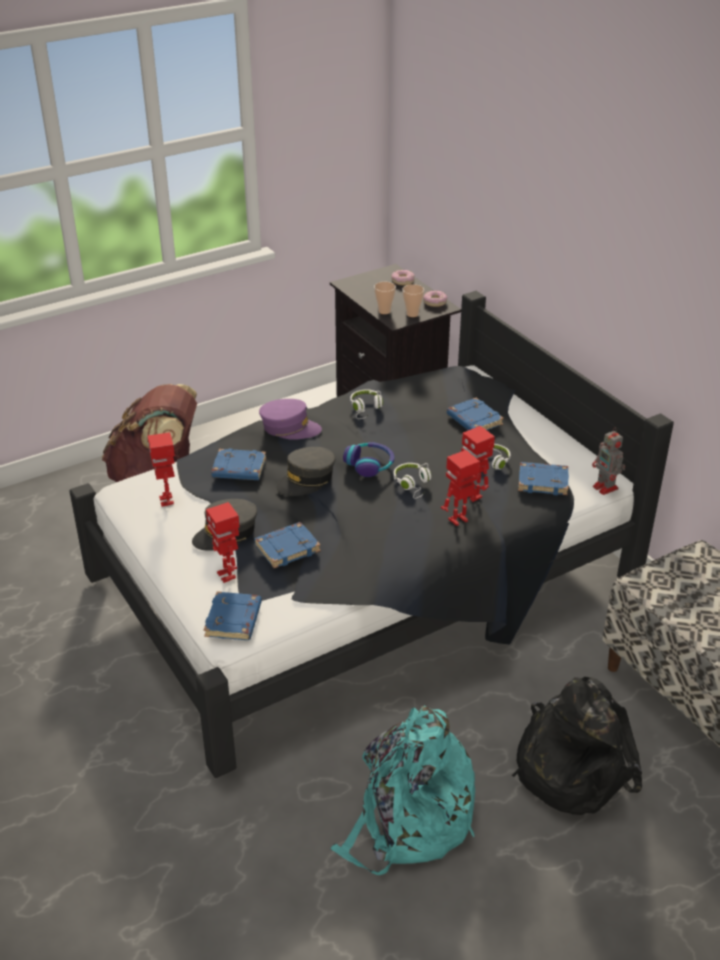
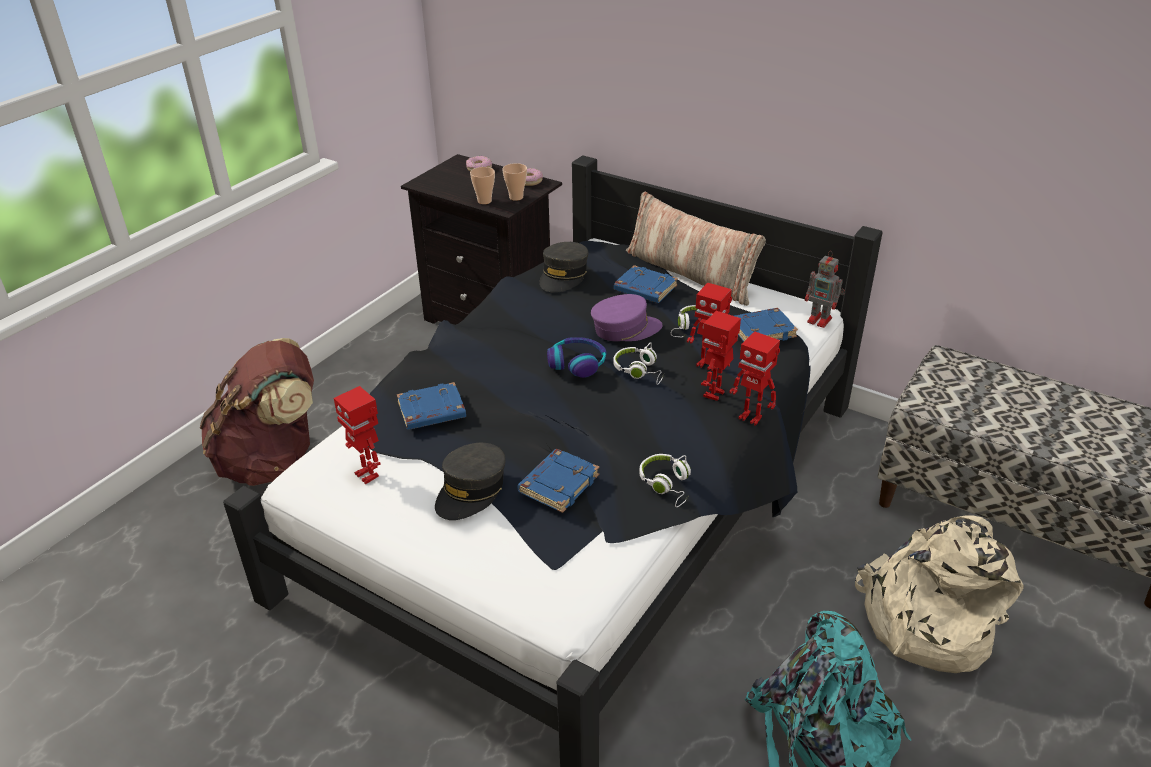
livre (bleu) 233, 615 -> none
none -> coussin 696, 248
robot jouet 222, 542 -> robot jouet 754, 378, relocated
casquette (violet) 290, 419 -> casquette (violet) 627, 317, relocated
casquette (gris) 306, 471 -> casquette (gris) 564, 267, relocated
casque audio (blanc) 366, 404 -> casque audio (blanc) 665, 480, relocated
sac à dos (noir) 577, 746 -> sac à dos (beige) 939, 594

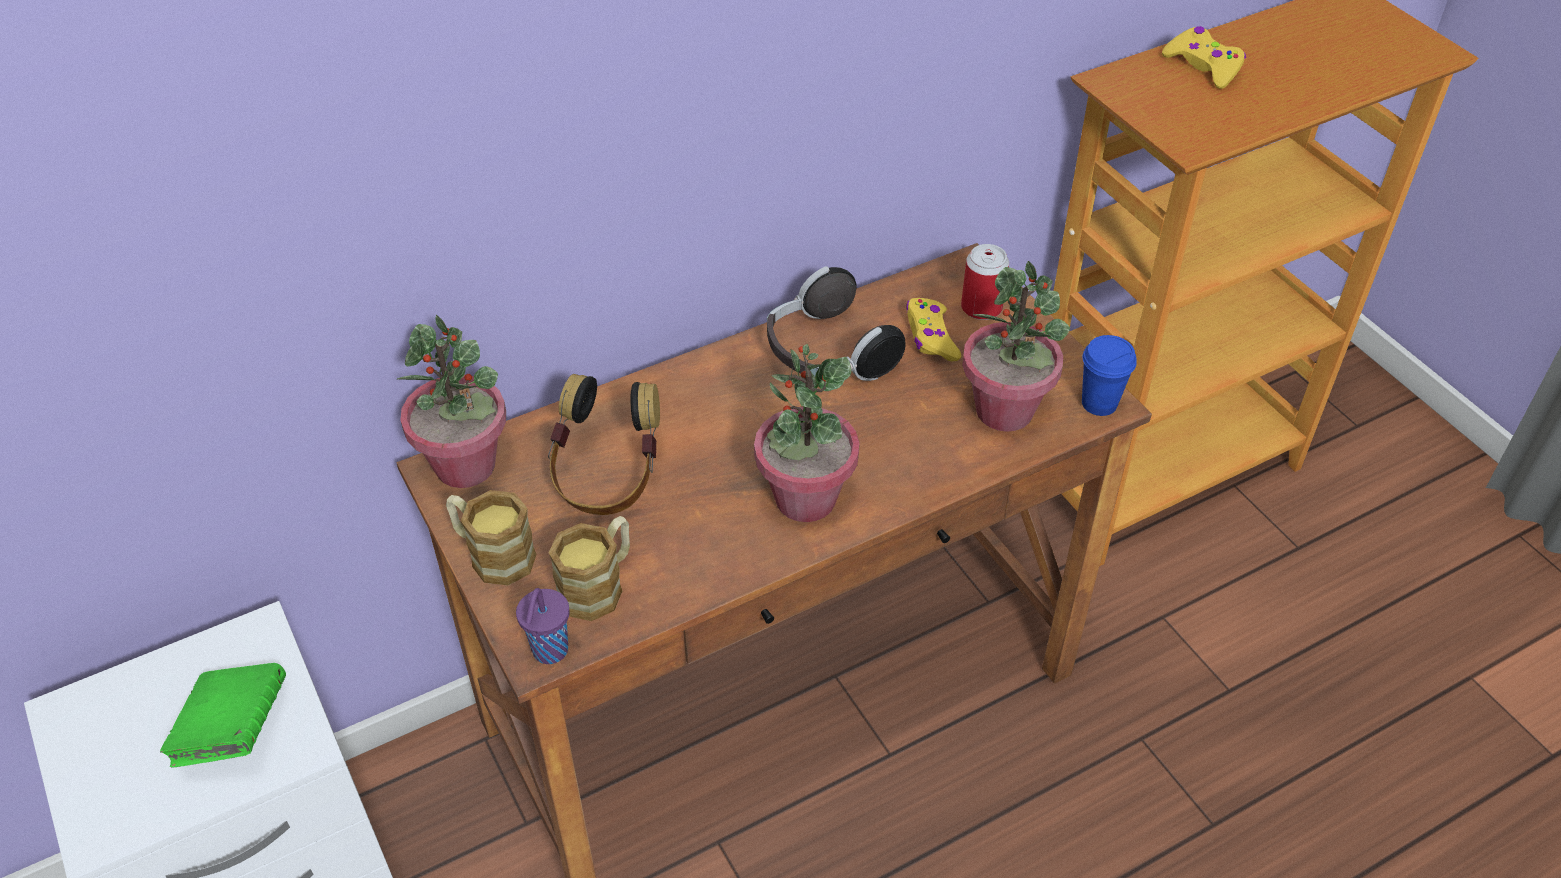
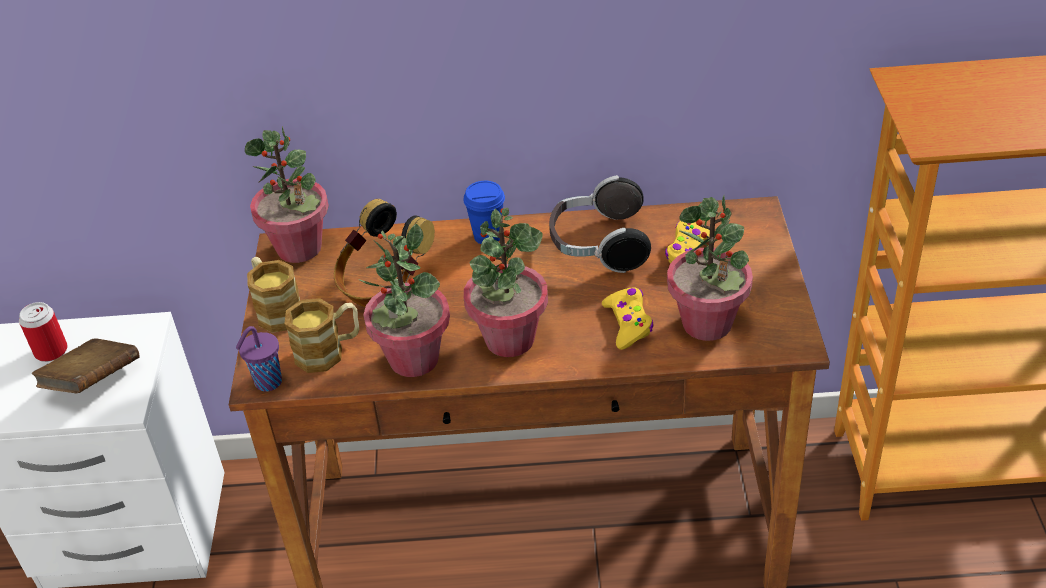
none -> plante en pot 405, 300
boîte métallique 985, 282 -> boîte métallique 43, 332, relocated
tasse (bleu) 1109, 375 -> tasse (bleu) 484, 212, relocated
manette (jaune) 1204, 57 -> manette (jaune) 627, 318, relocated
livre (vert) 223, 715 -> livre (marron) 86, 365

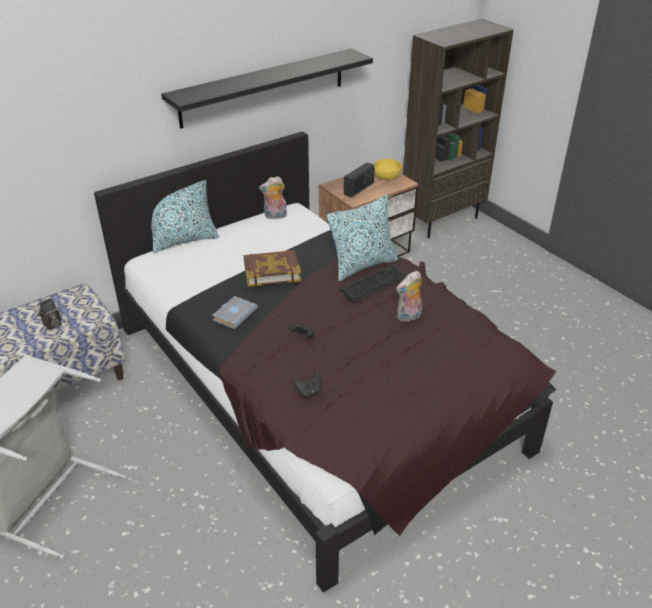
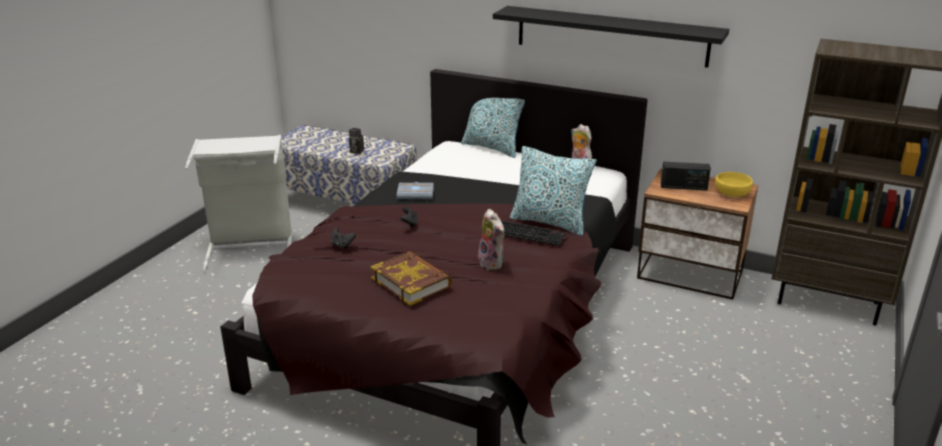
livre 272, 268 -> livre 411, 279, relocated
peluche 409, 296 -> peluche 491, 239, 150 degrees counterclockwise

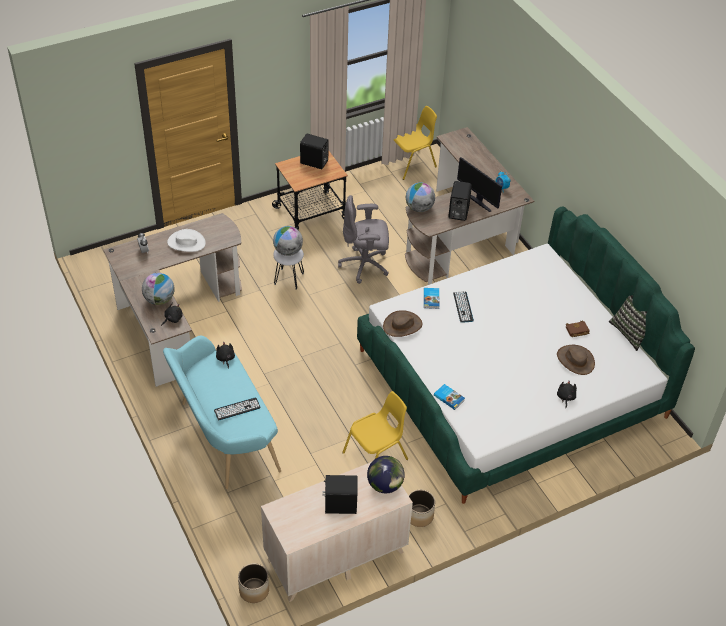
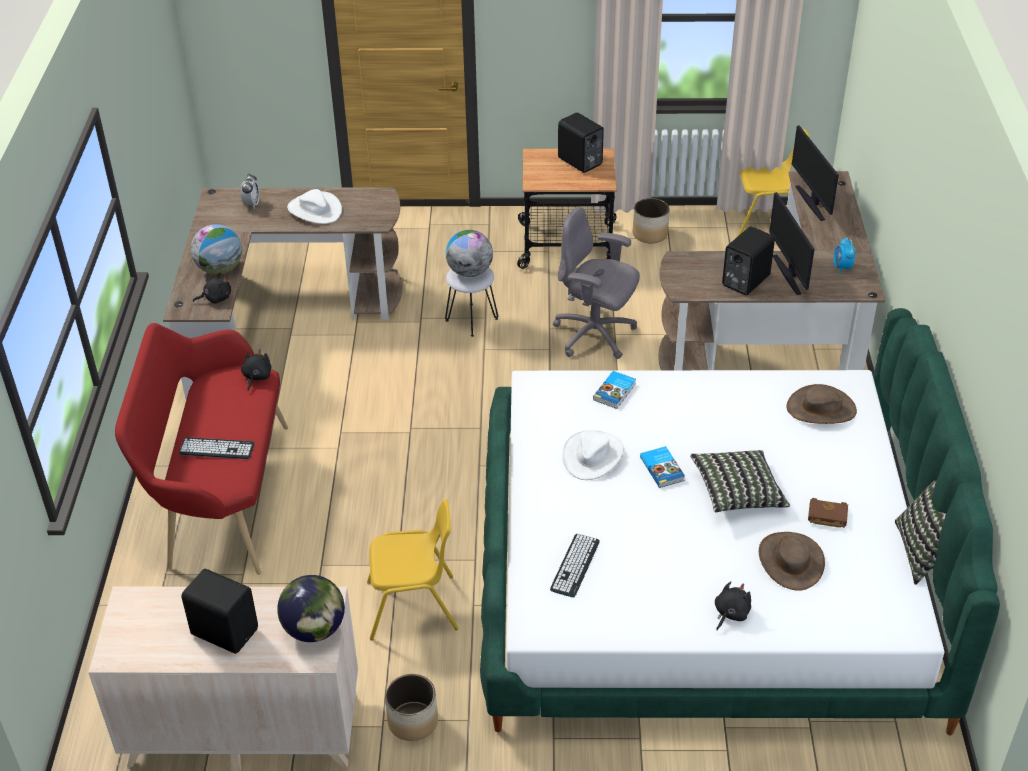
globe 420, 197 -> none
none -> chapeau (blanc) 593, 455
none -> coussin 740, 481
none -> écran d'ordinateur 815, 173
cache-pot 253, 583 -> cache-pot 651, 220, relocated
chapeau (marron) 402, 323 -> chapeau (marron) 821, 404, relocated
livre 449, 397 -> livre 662, 467, relocated
clavier 463, 307 -> clavier 575, 565, relocated
banc (turquoise) 222, 412 -> banc (rouge) 201, 449

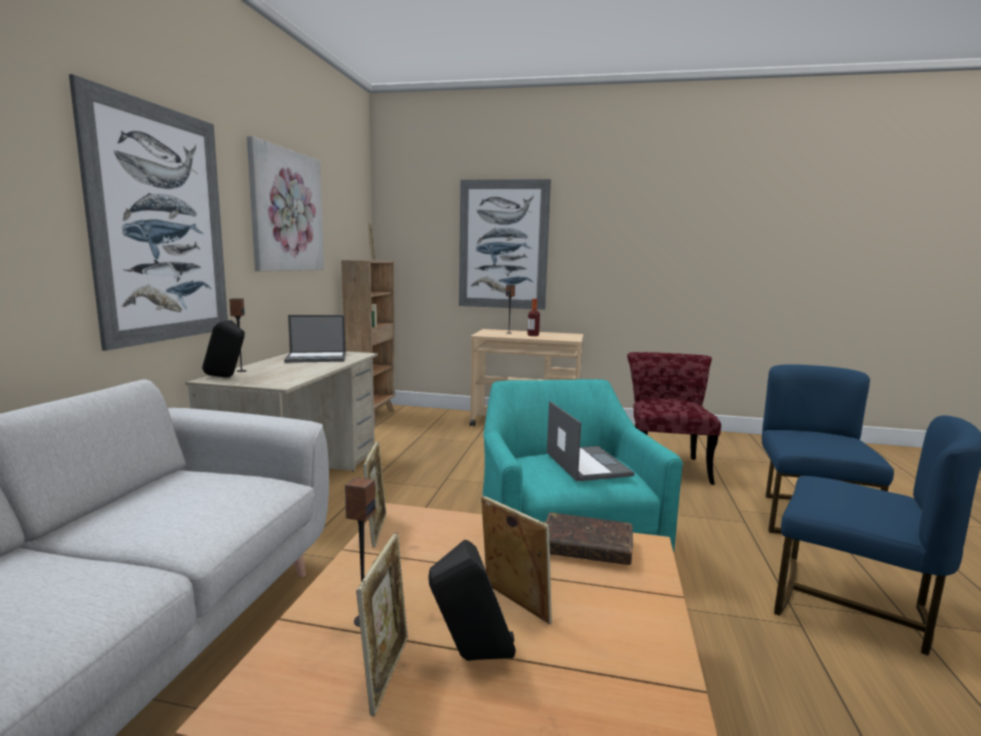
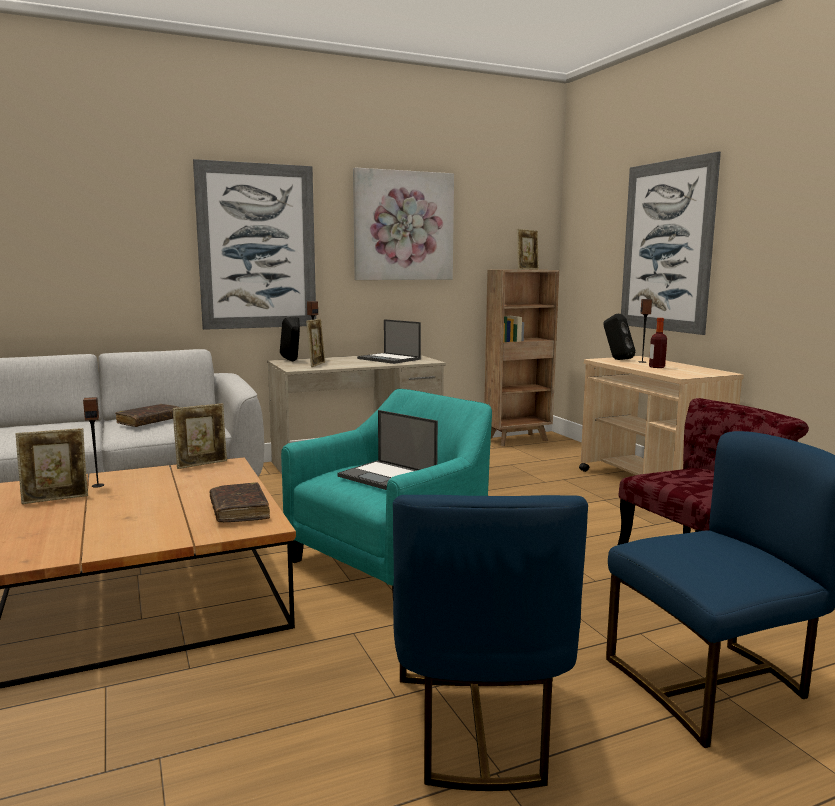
none -> livre (marron) 147, 415
enceinte (noir) 472, 600 -> enceinte (noir) 620, 337, relocated
cadre photo 516, 560 -> cadre photo 315, 343, relocated
ordinateur portable 590, 441 -> ordinateur portable 388, 450, 90 degrees clockwise

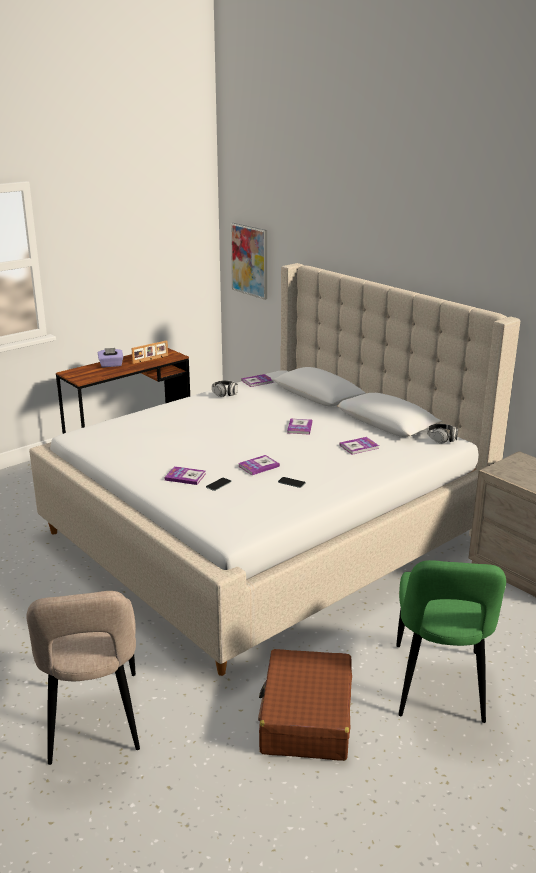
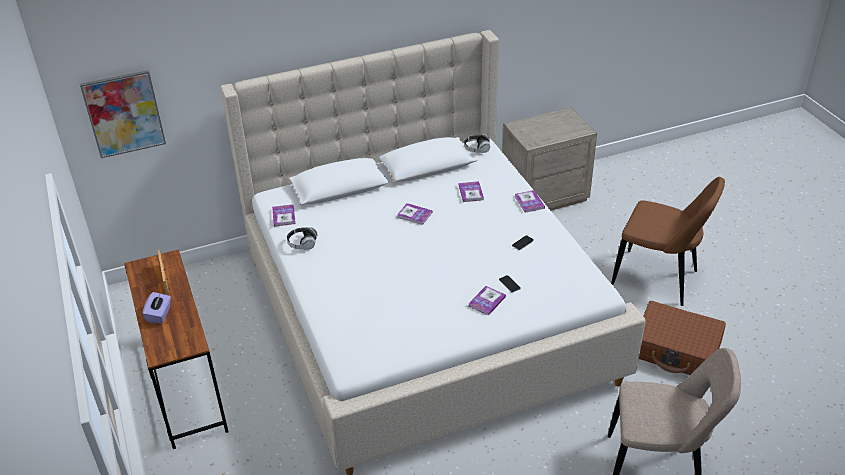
livre 259, 465 -> livre 530, 201, relocated
chaise (vert) 451, 641 -> chaise (marron) 668, 241

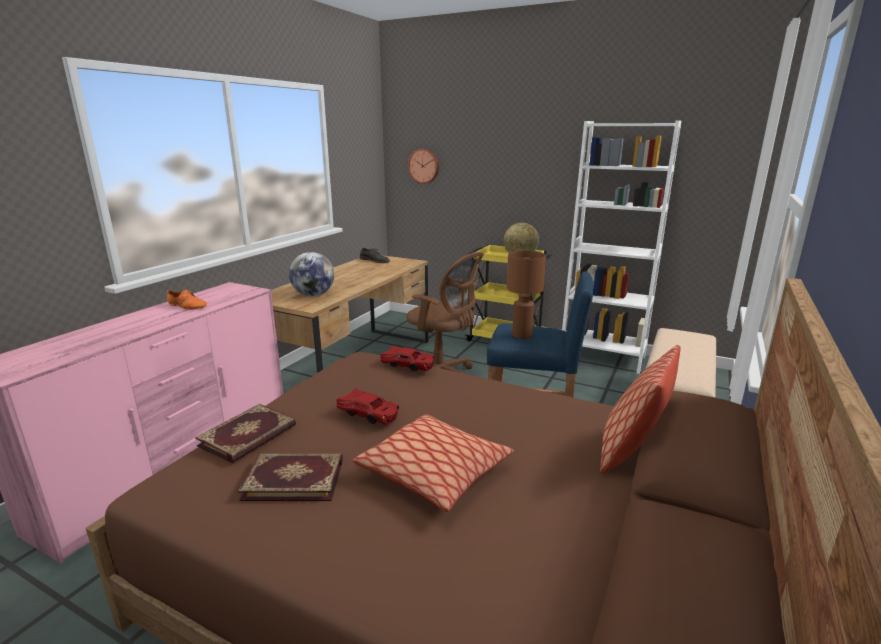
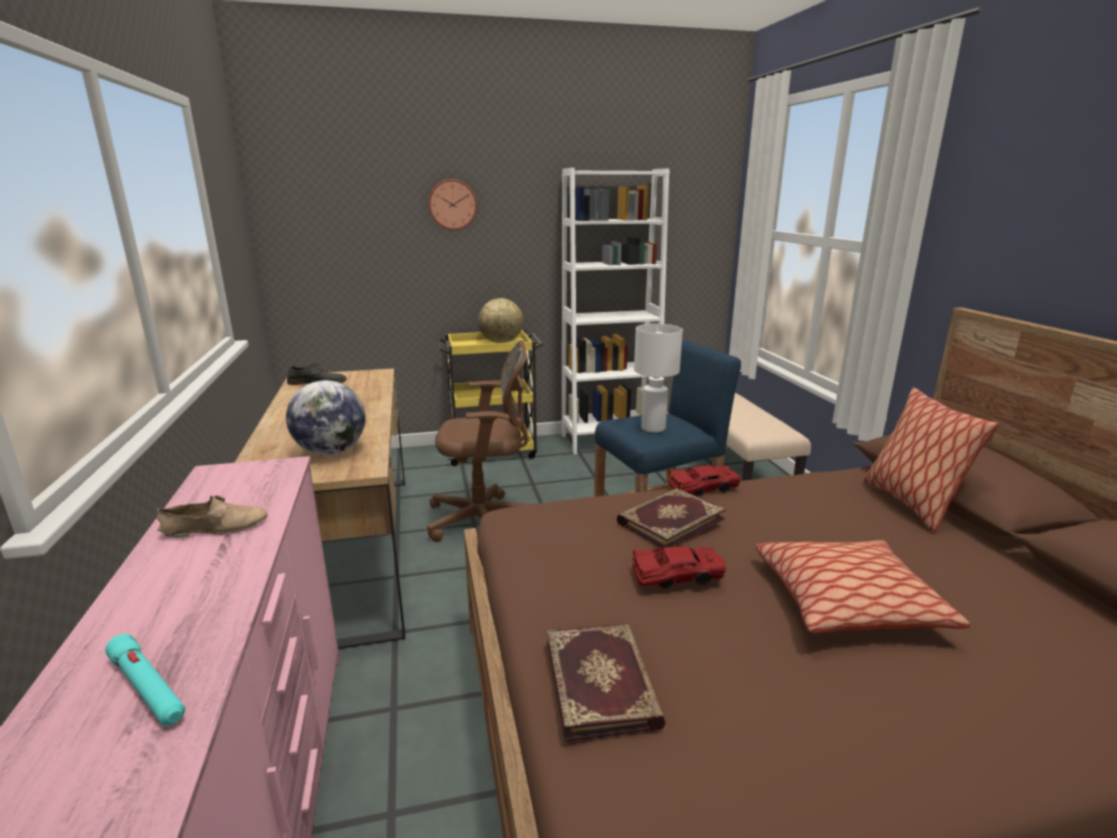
none -> lampe de poche (turquoise) 145, 680
livre 290, 477 -> livre 671, 518, relocated
petite voiture (rouge) 407, 359 -> petite voiture (rouge) 704, 480, relocated
horloge murale 423, 166 -> horloge murale 452, 204, relocated
chaussure (orange) 187, 300 -> chaussure (beige) 212, 516
lampe de table (marron) 526, 294 -> lampe de table (blanc) 658, 378

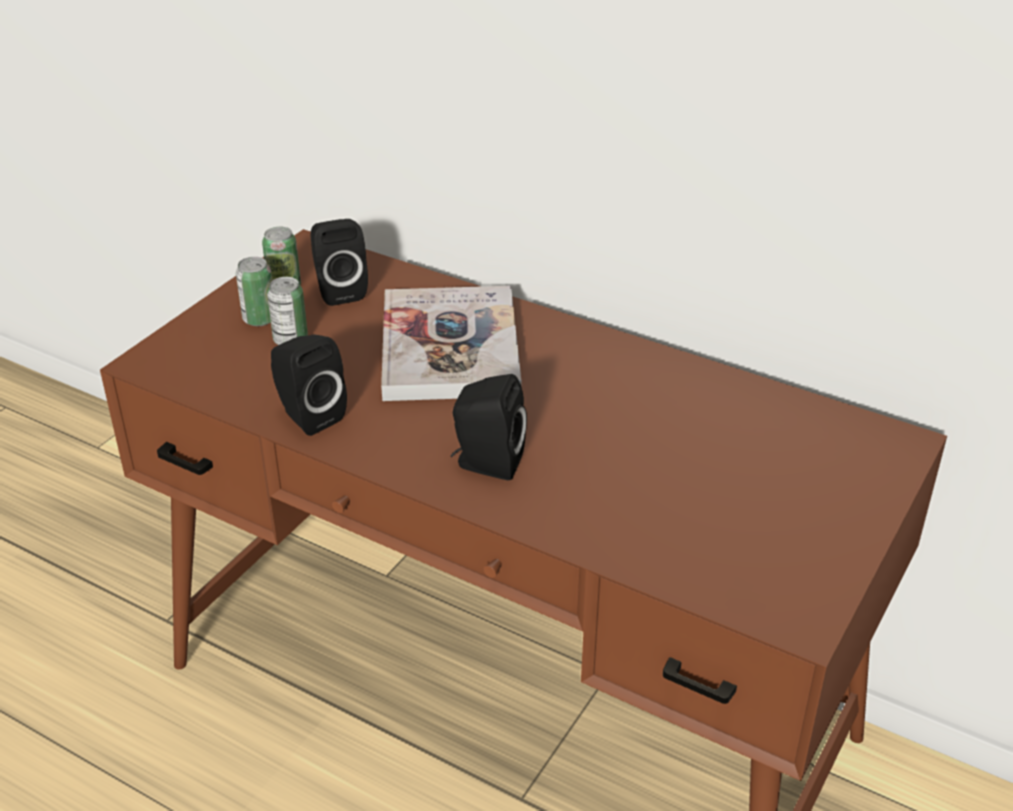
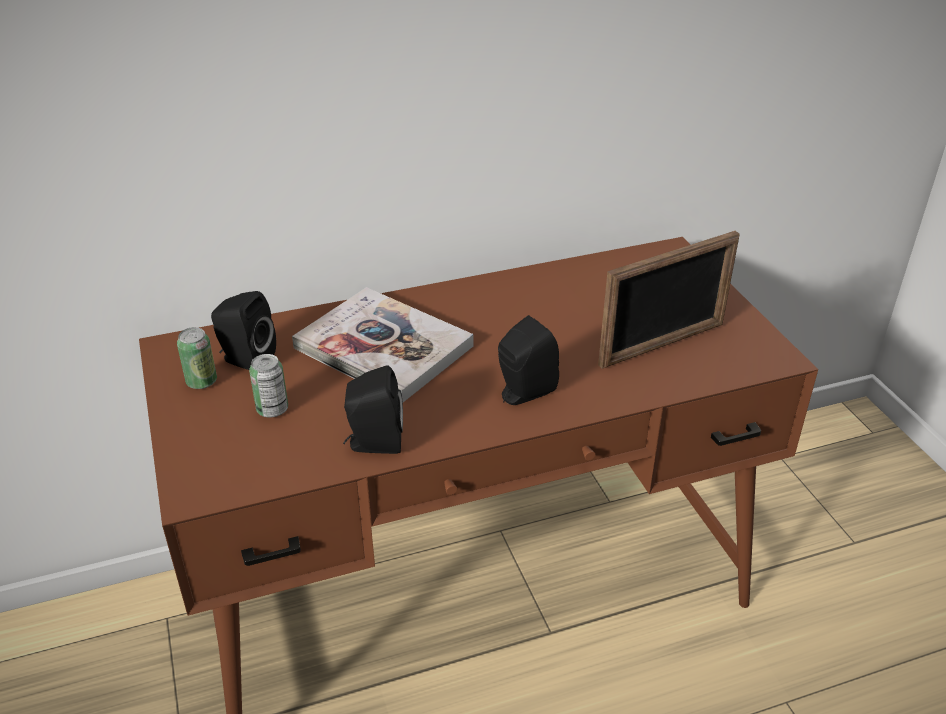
boîte métallique 254, 291 -> none
none -> cadre photo 669, 300

